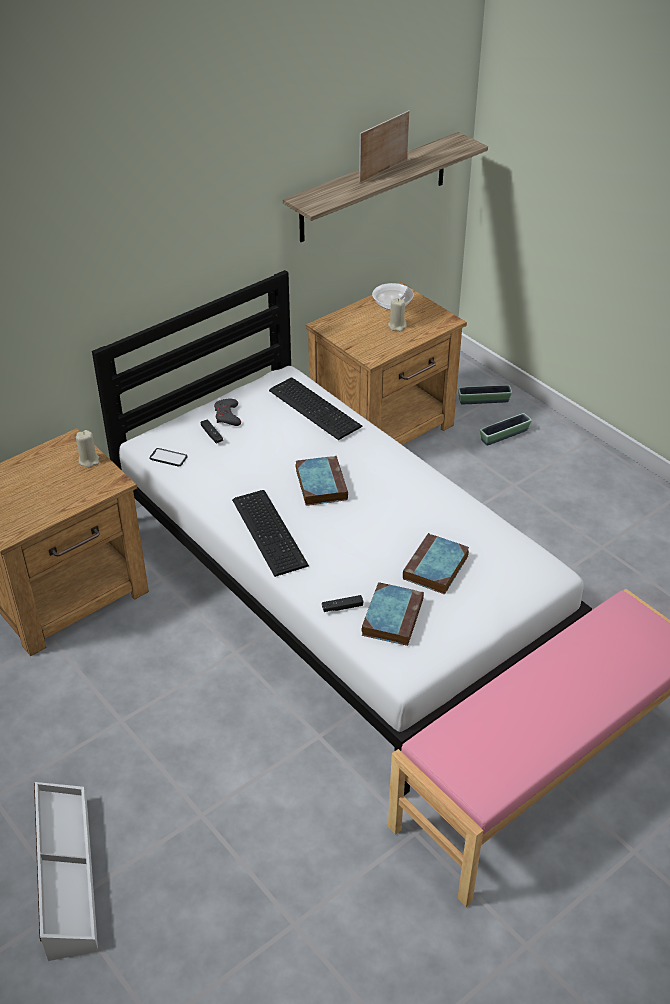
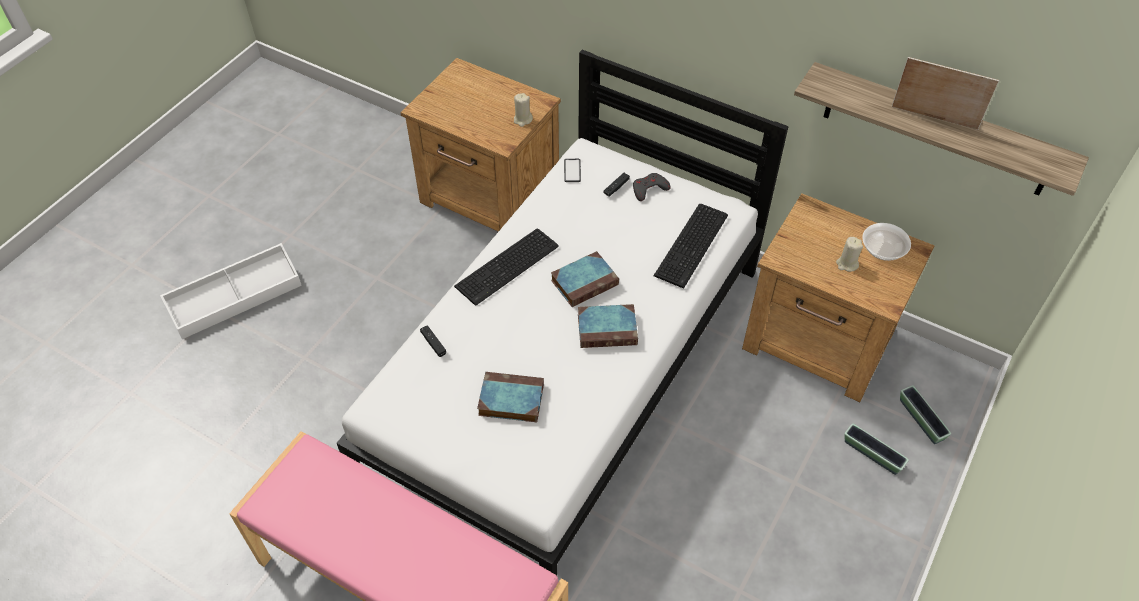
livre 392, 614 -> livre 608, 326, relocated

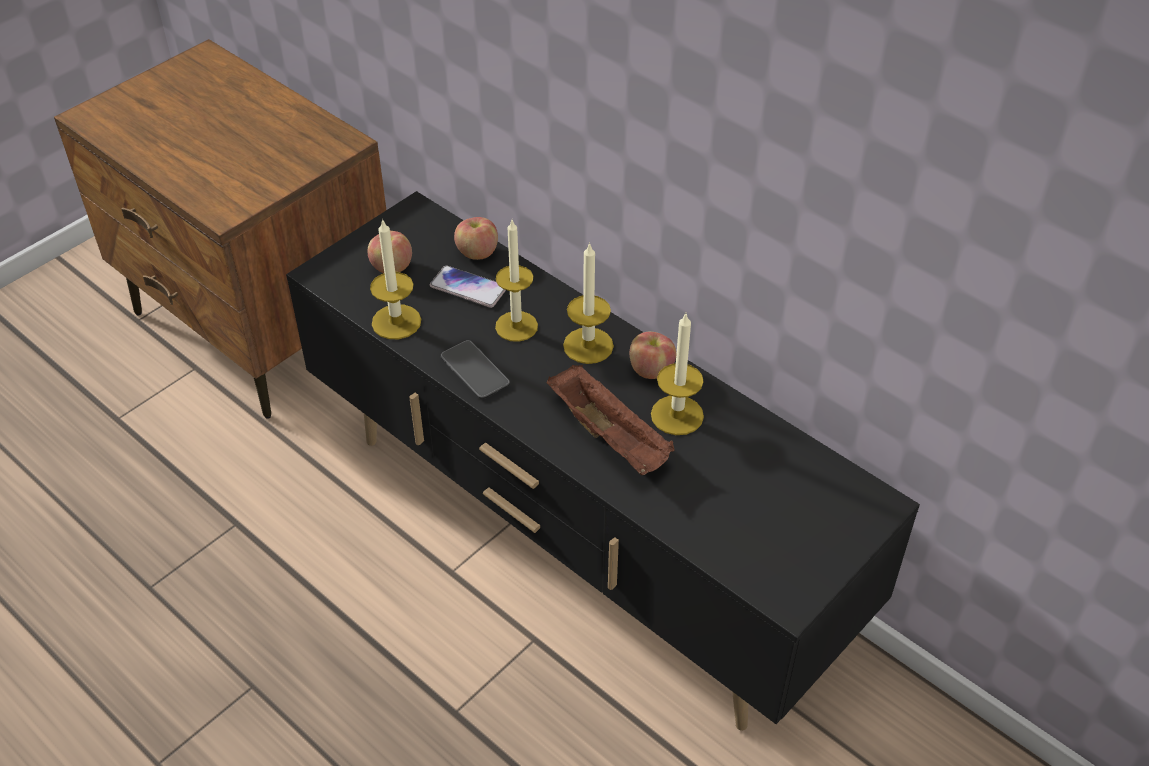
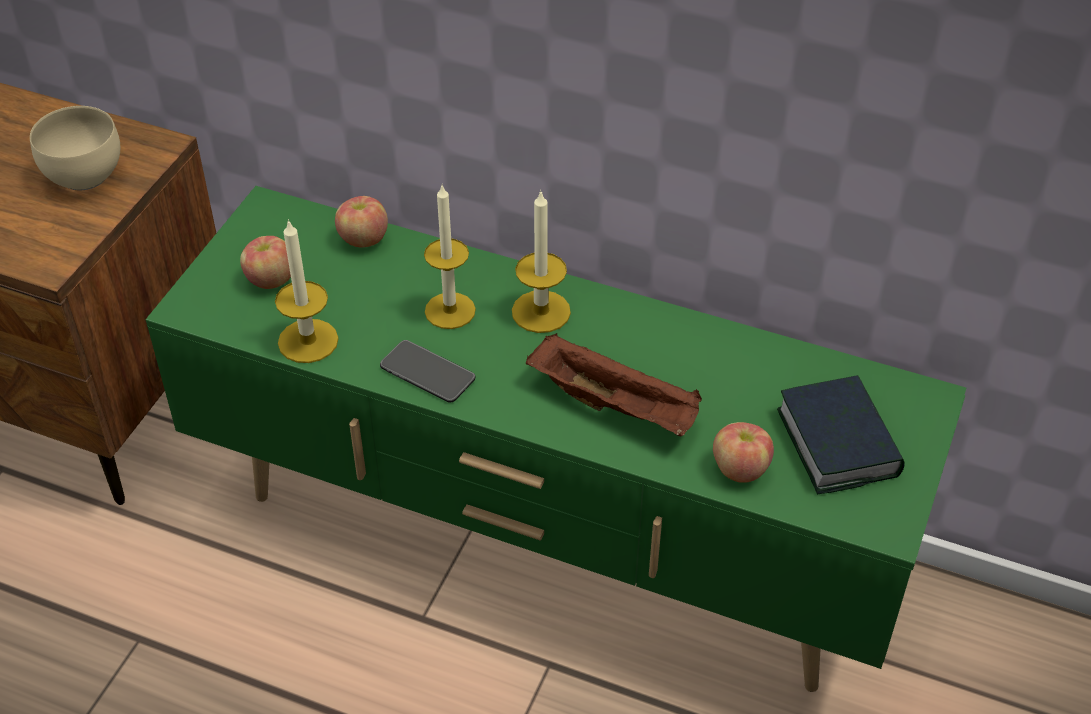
téléphone 468, 287 -> none
bougie 677, 374 -> none
none -> bol (beige) 75, 148
none -> livre 841, 434
pomme 653, 355 -> pomme 743, 452, relocated
meuble télé (noir) 603, 461 -> meuble télé (vert) 555, 439

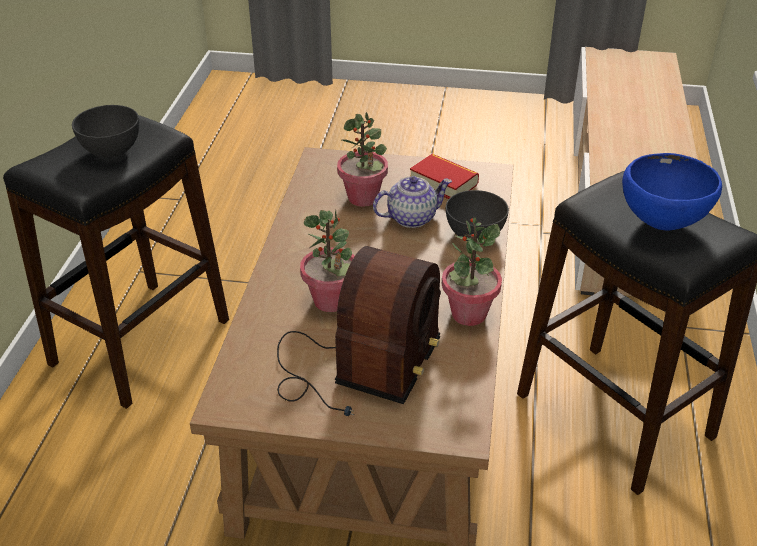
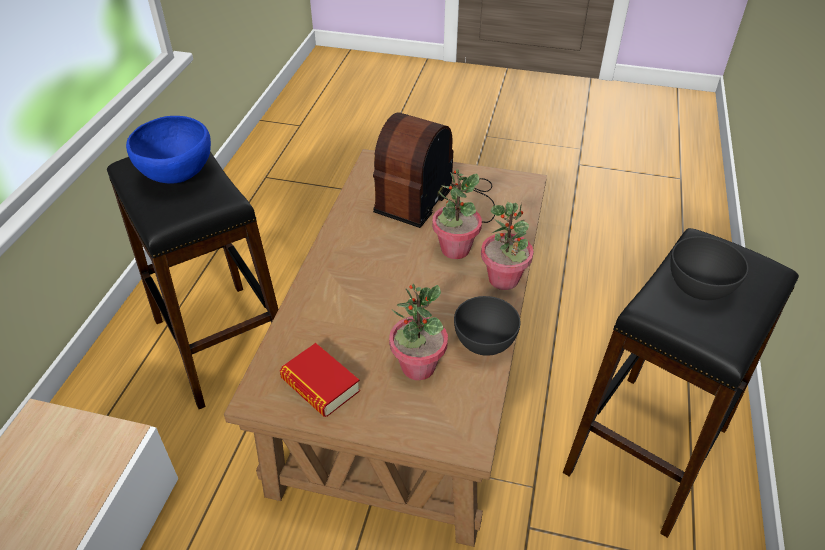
théière 412, 202 -> none
plante en pot 472, 271 -> plante en pot 507, 246, relocated
bol (gris) 477, 216 -> bol (gris) 487, 326, relocated

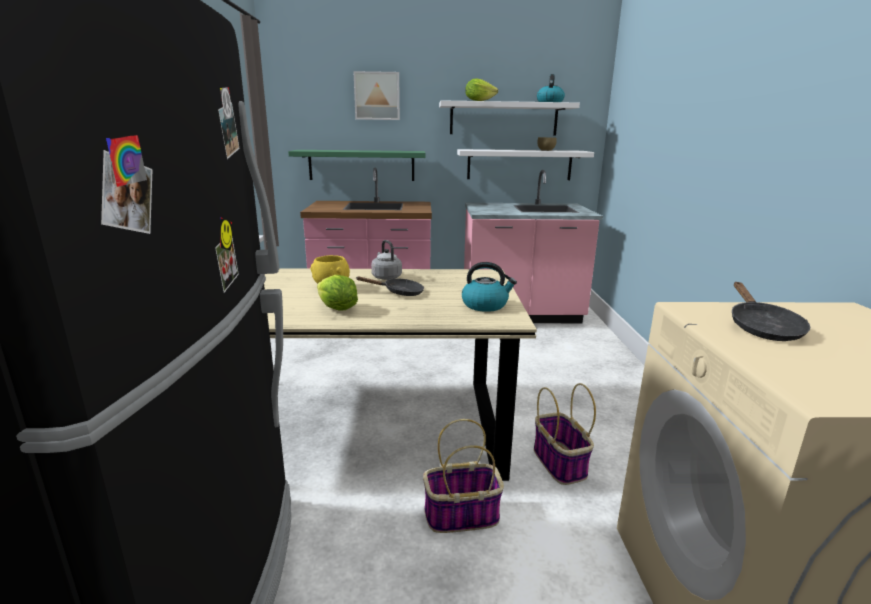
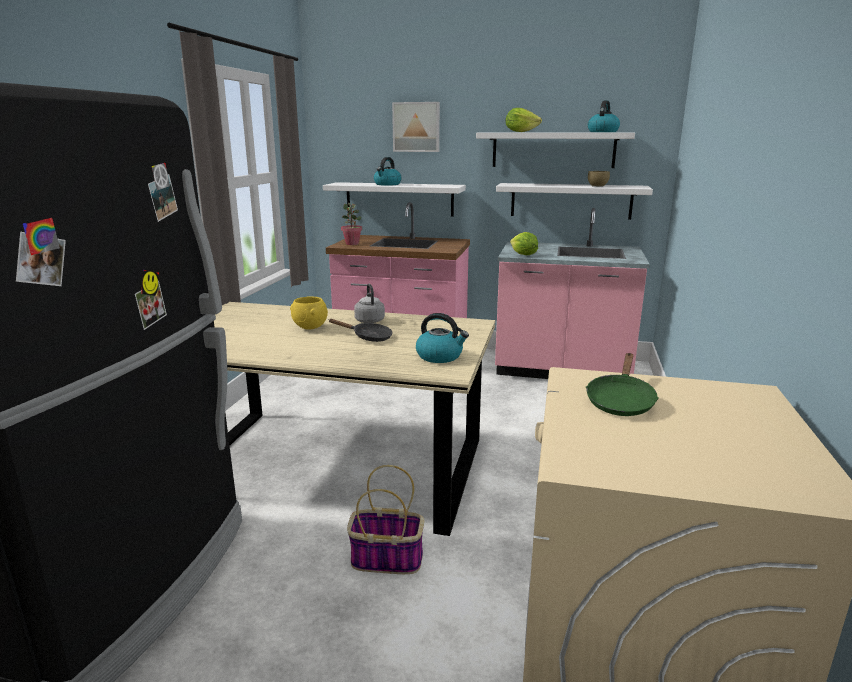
panier 565, 434 -> none
none -> plante en pot 351, 224
none -> bouilloire 388, 171
laitue 337, 293 -> laitue 524, 243, relocated
étagère (vert) 356, 165 -> étagère (blanc) 394, 199
poêle (noir) 771, 311 -> poêle (vert) 622, 384

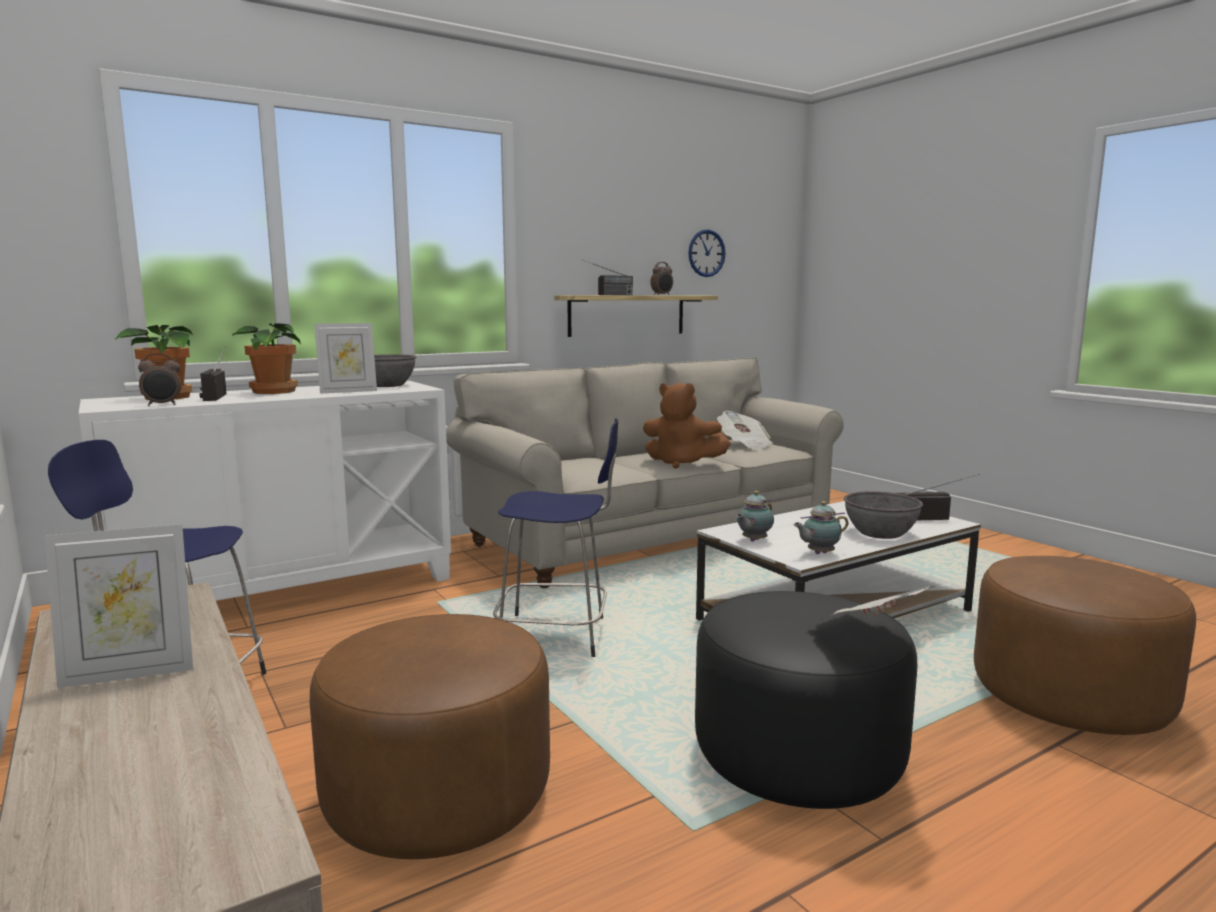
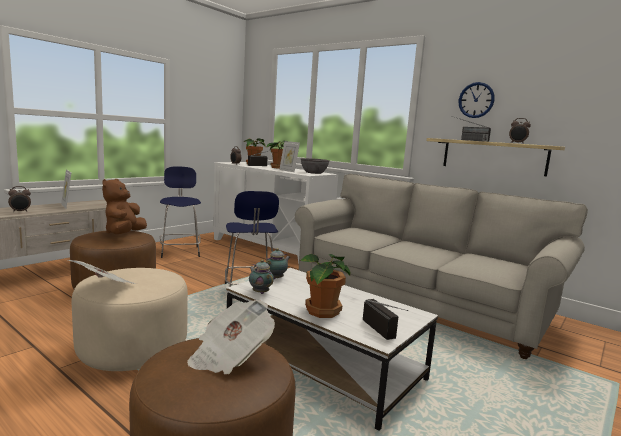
none -> réveil 19, 199
peluche (marron) 687, 426 -> peluche (marron) 124, 206, relocated
horloge murale 706, 253 -> horloge murale 477, 100, relocated
journal 745, 431 -> journal 231, 337, relocated
bol (gris) 883, 515 -> plante en pot 325, 286
pouf (noir) 806, 700 -> pouf (beige) 129, 319
théière 755, 516 -> théière 278, 263, 105 degrees clockwise

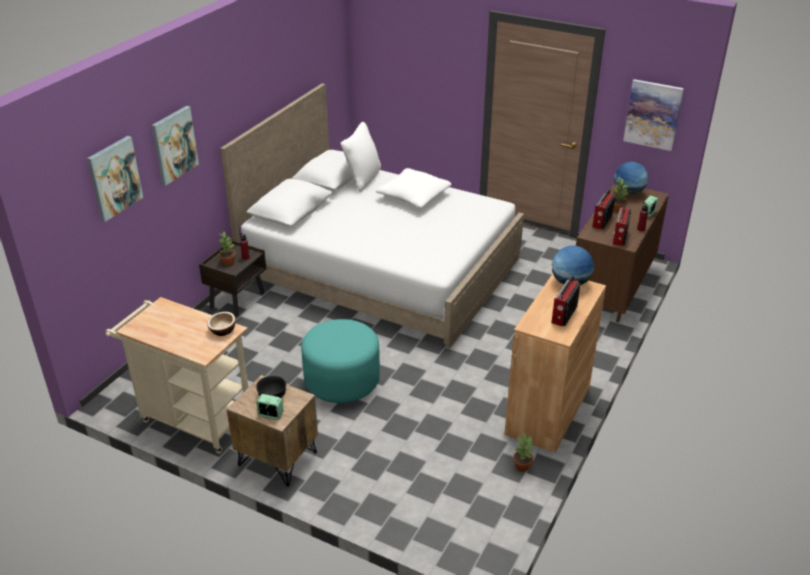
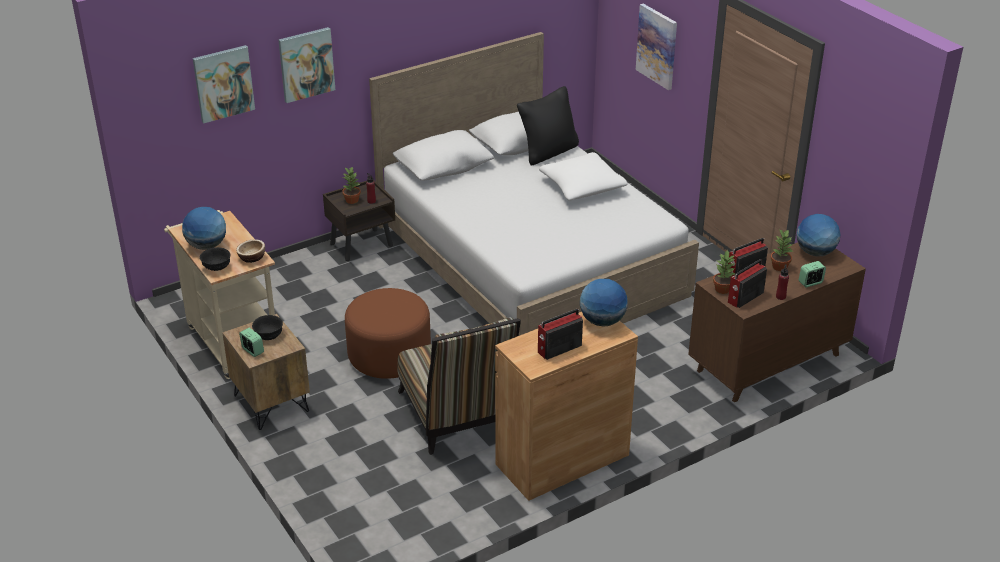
none -> globe 204, 228
none -> bol (noir) 215, 259
none -> chaise 459, 386
plante en pot 523, 452 -> plante en pot 724, 272, relocated
tableau 653, 115 -> tableau 656, 47, relocated
pouf (turquoise) 340, 361 -> pouf (marron) 388, 333
coussin (blanc) 360, 157 -> coussin (noir) 548, 125

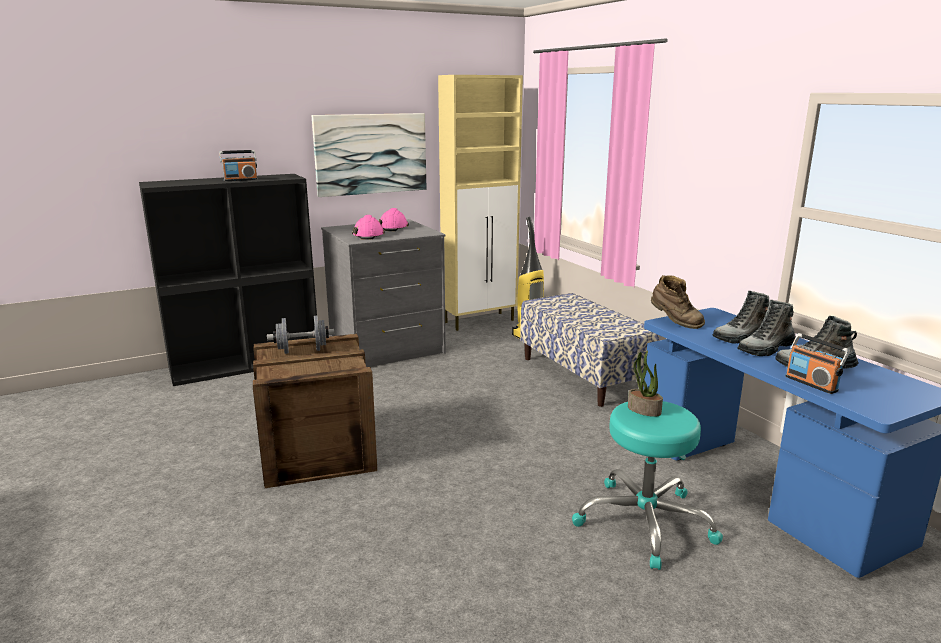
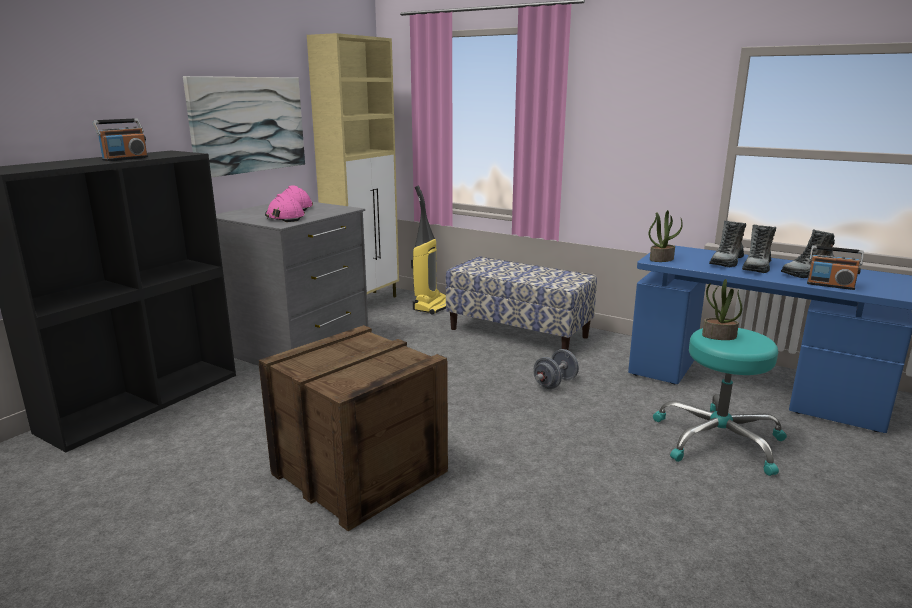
haltère (gris) 301, 335 -> haltère (gris) 556, 369, relocated
botte (marron) 678, 302 -> plante en pot 666, 236

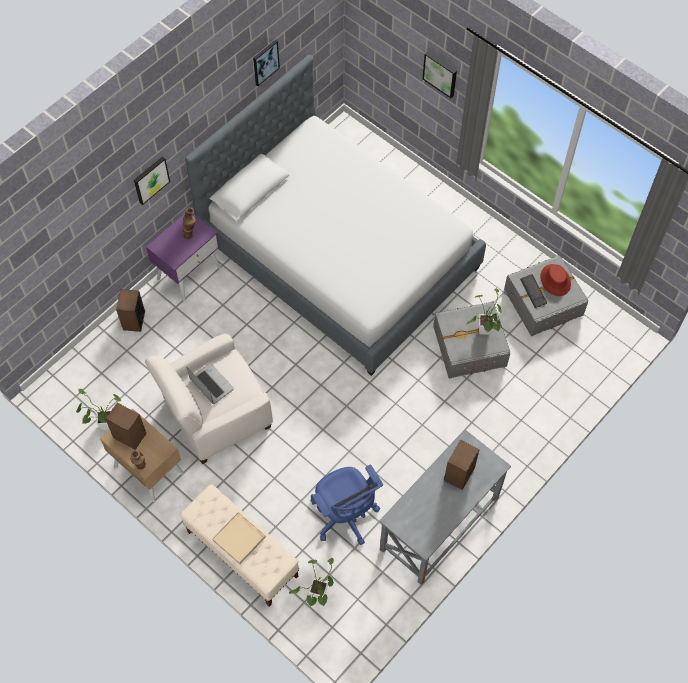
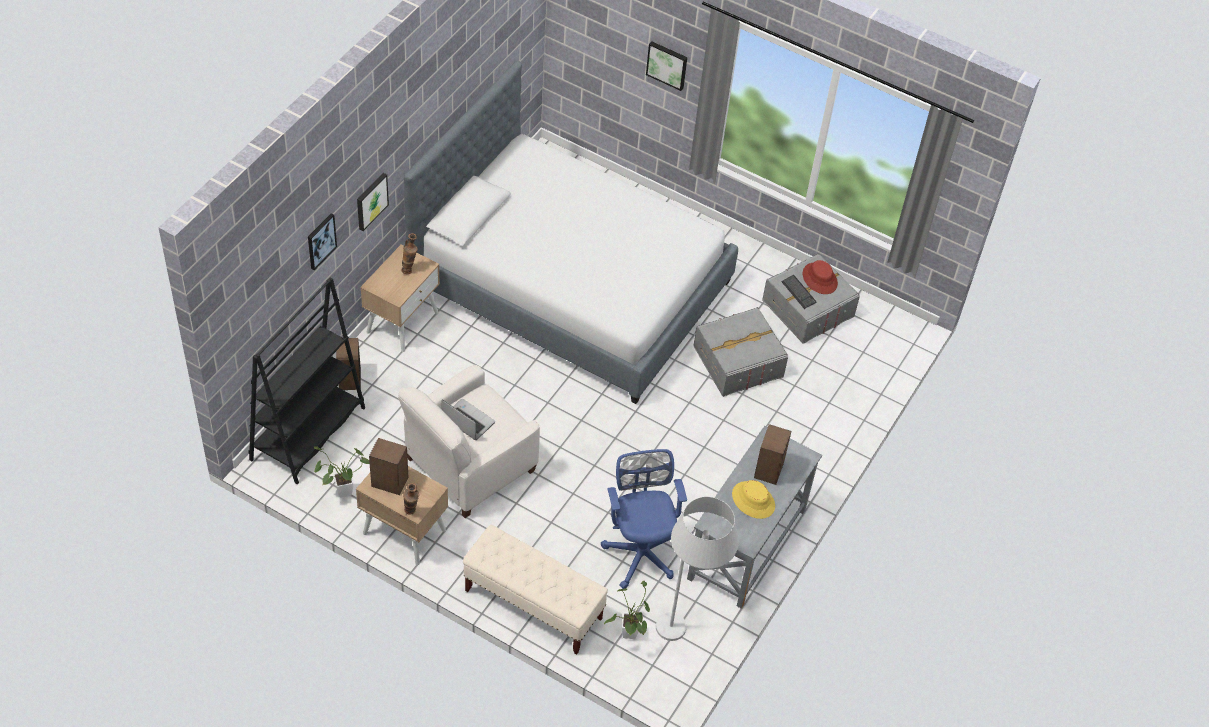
plateau (beige) 239, 538 -> none
plante en pot 484, 311 -> none
none -> bibliothèque (noir) 306, 380
none -> lampadaire (blanc) 697, 569
none -> chapeau (jaune) 753, 499
tableau 266, 63 -> tableau 322, 241, relocated
table de chevet (violet) 183, 257 -> table de chevet (beige) 400, 298
chaise de bureau (bleu) 347, 505 -> chaise de bureau (bleu) 644, 519, 150 degrees counterclockwise

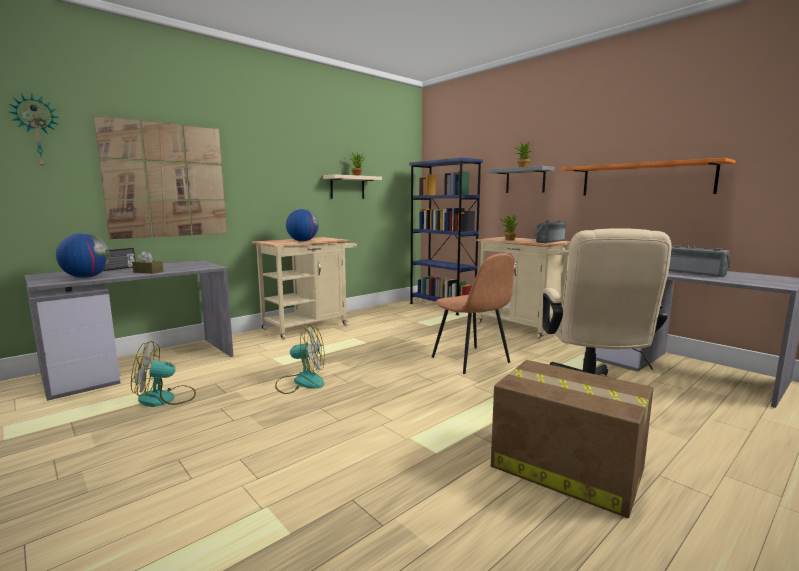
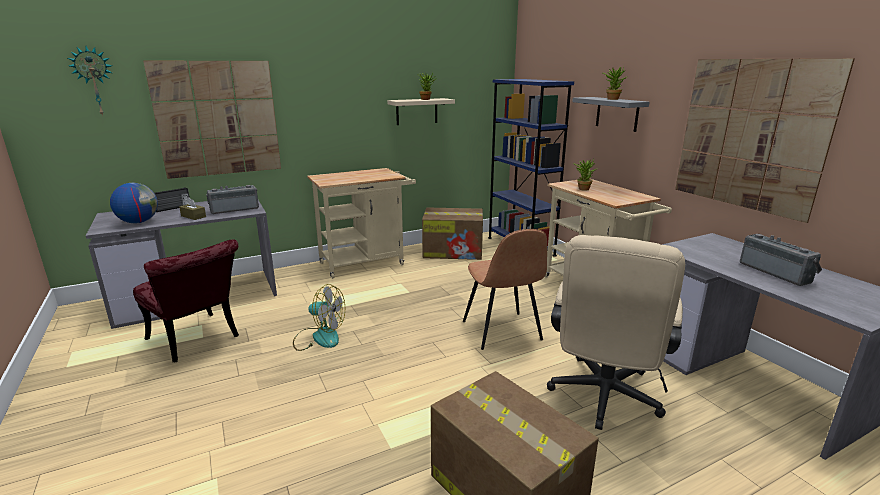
globe 302, 225 -> none
none -> carton 452, 233
radio 549, 231 -> radio 232, 199, relocated
ventilateur 163, 374 -> chaise (rouge) 186, 300
étagère (orange) 648, 176 -> tableau 765, 140

